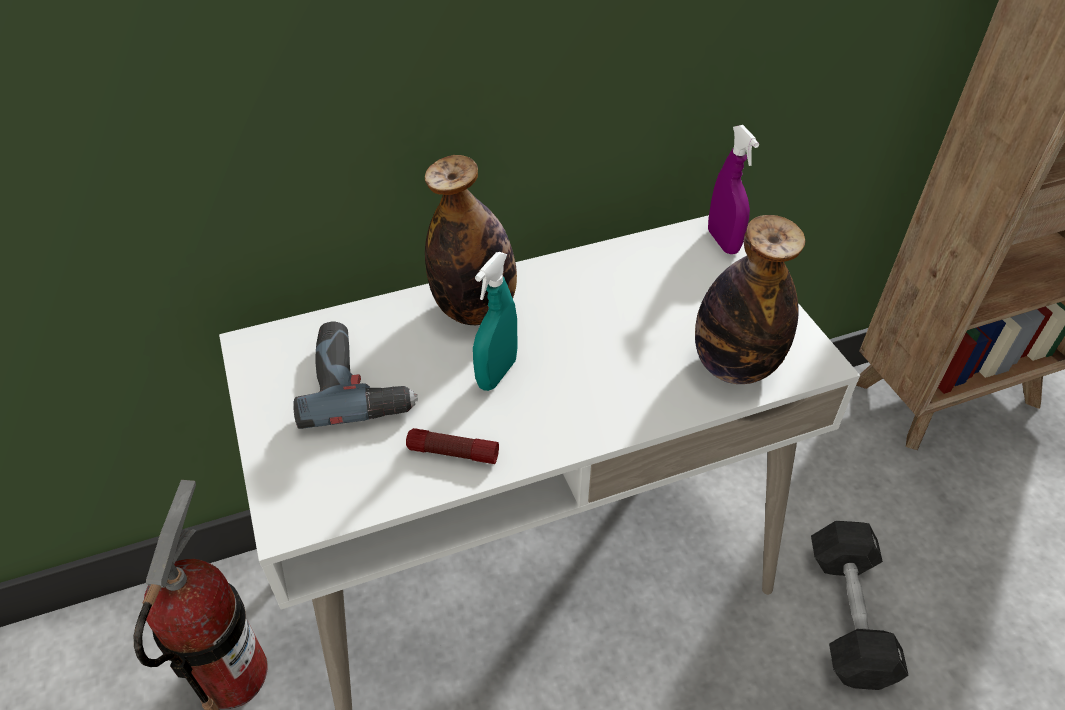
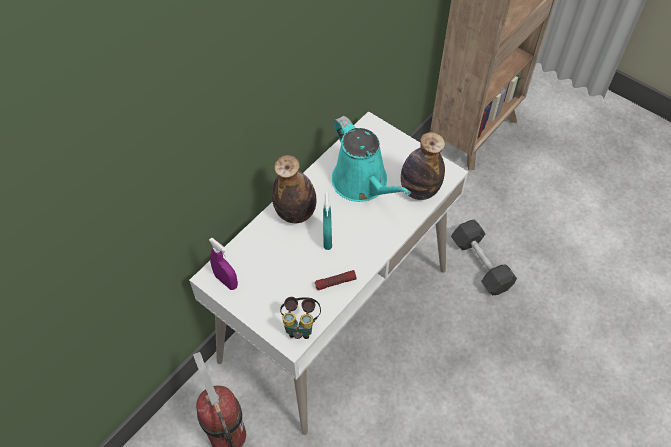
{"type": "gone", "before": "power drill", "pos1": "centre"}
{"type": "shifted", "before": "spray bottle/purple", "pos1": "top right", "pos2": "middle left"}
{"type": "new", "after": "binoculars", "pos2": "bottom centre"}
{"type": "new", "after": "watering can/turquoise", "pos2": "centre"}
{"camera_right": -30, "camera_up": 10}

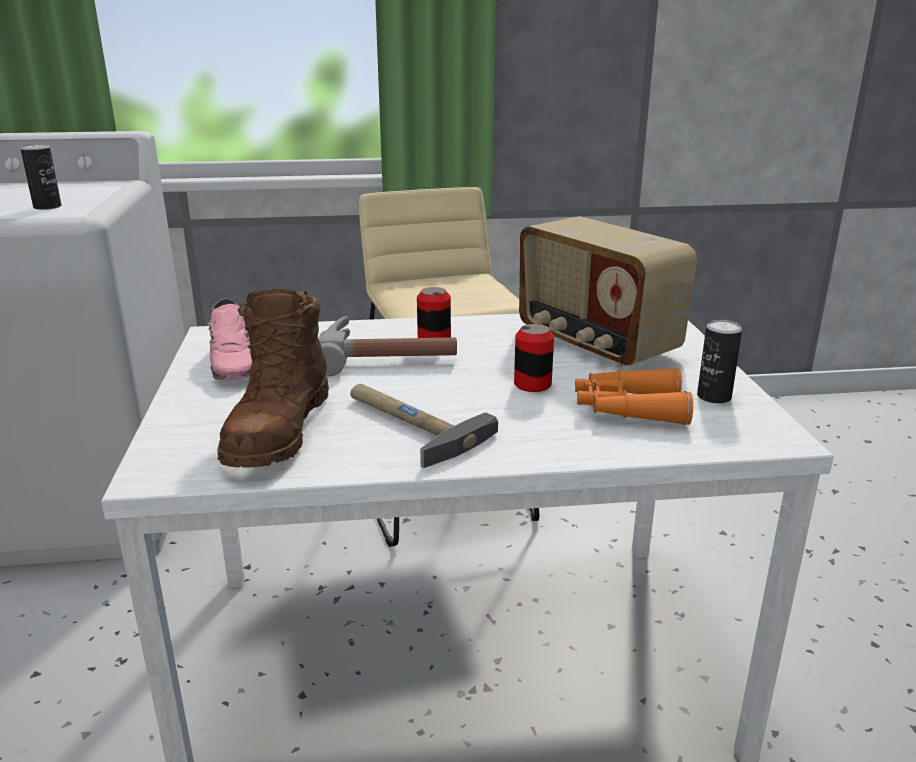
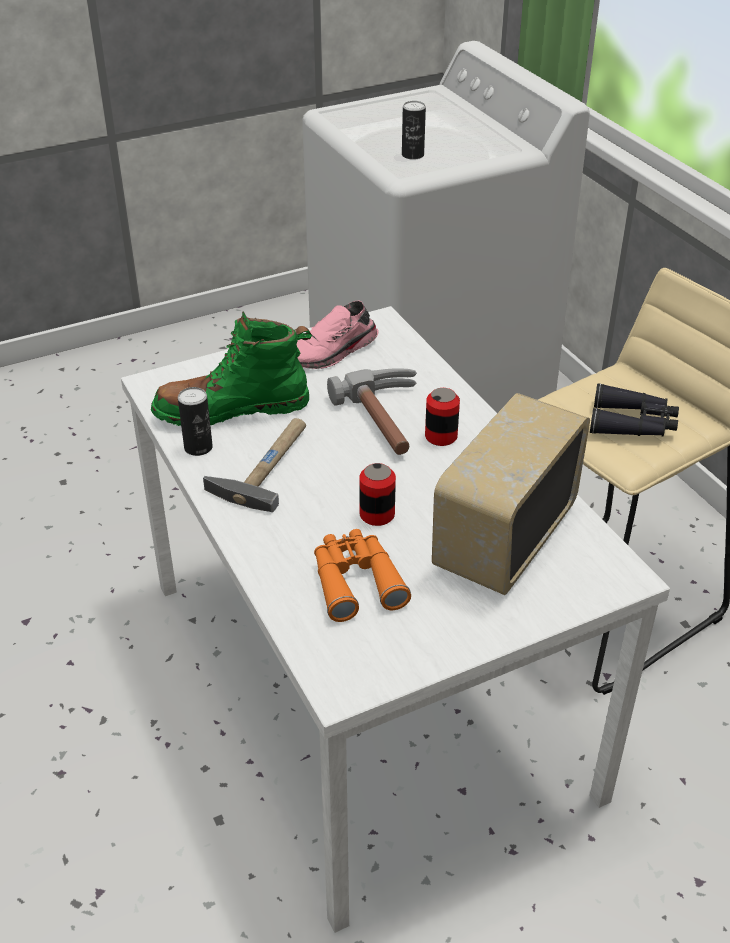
{"type": "repainted", "before": "boot/brown", "after": "boot/green", "pos1": "middle left", "pos2": "middle left"}
{"type": "shifted", "before": "can (no. 4 from left in the first image)", "after": "can (no. 1 from left)", "pos1": "middle right", "pos2": "middle left"}
{"type": "new", "after": "binoculars/black", "pos2": "middle right"}
{"camera_right": 70, "camera_up": 15}

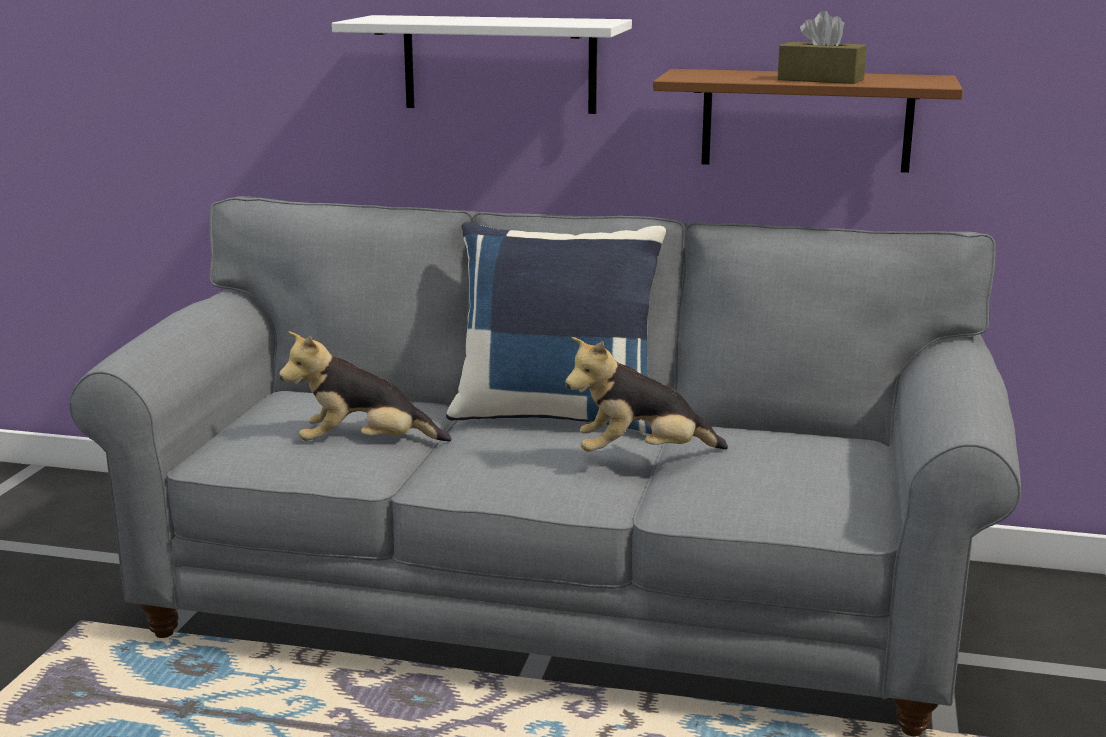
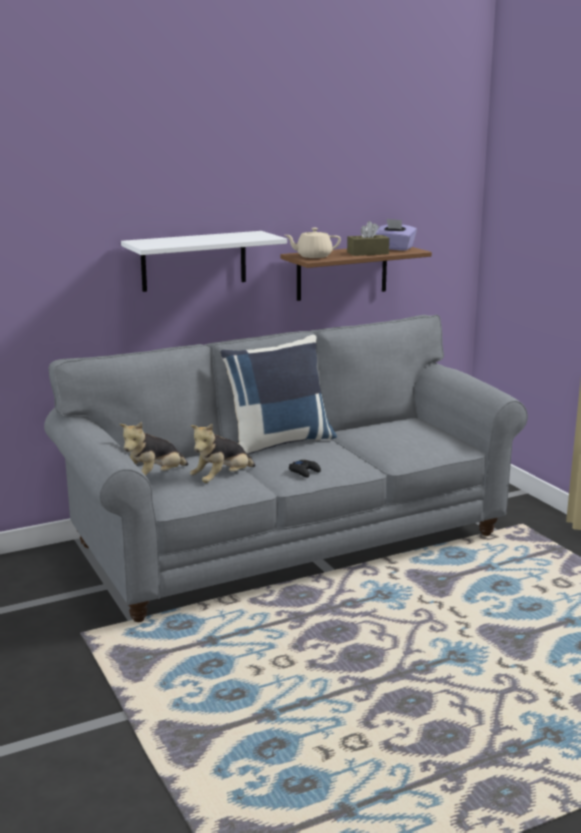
{"type": "shifted", "before": "plush toy (no. 2 from left in the first image)", "after": "plush toy (no. 1 from left)", "pos1": "centre", "pos2": "middle left"}
{"type": "new", "after": "teapot/beige", "pos2": "top centre"}
{"type": "new", "after": "game controller/black", "pos2": "centre"}
{"type": "new", "after": "tissue box/purple", "pos2": "top right"}
{"camera_right": -40, "camera_up": 0}

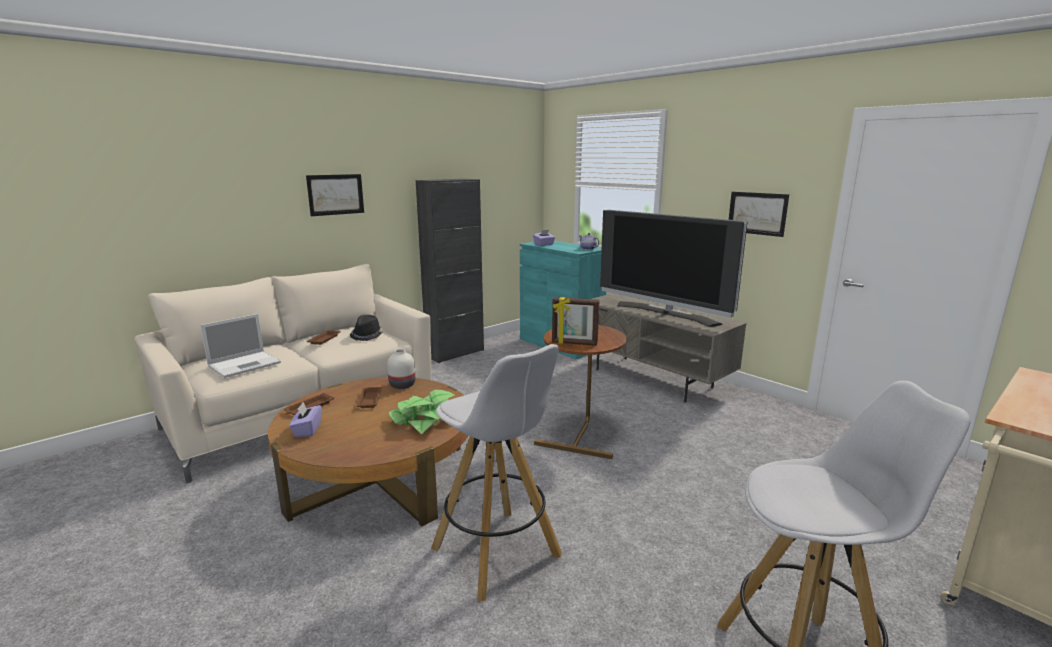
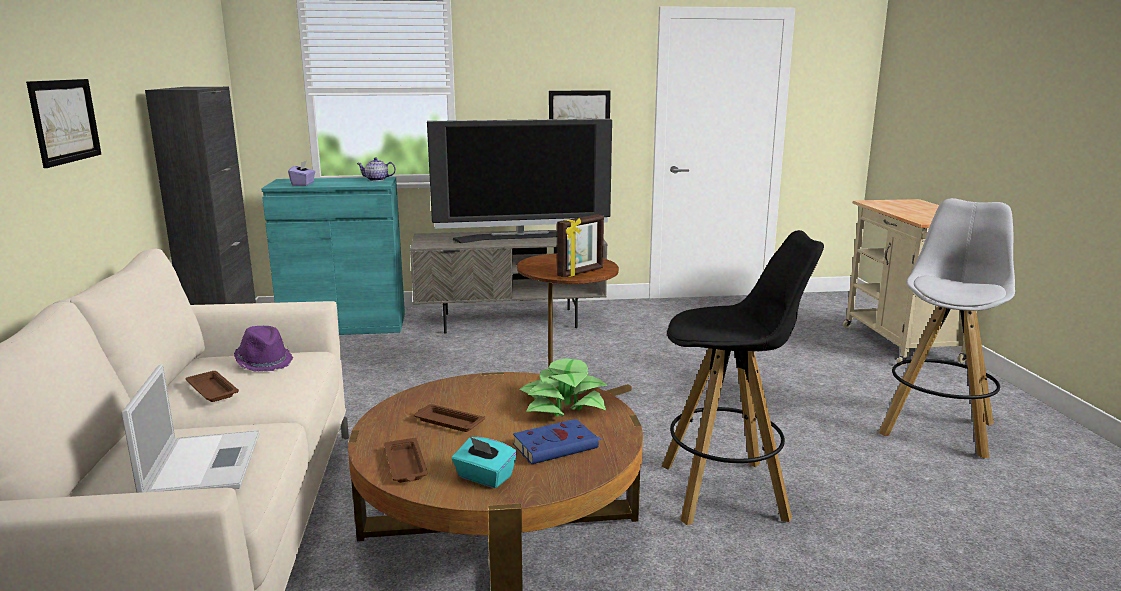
{"type": "repainted", "before": "tissue box/purple (no. 1 from left)", "after": "tissue box/turquoise", "pos1": "middle left", "pos2": "bottom centre"}
{"type": "repainted", "before": "hat/black", "after": "hat/purple", "pos1": "centre", "pos2": "middle left"}
{"type": "gone", "before": "vase/white", "pos1": "centre"}
{"type": "repainted", "before": "stool/white (no. 1 from left)", "after": "stool/black", "pos1": "bottom centre", "pos2": "centre"}
{"type": "new", "after": "book/blue", "pos2": "bottom centre"}
{"camera_right": -55, "camera_up": 0}

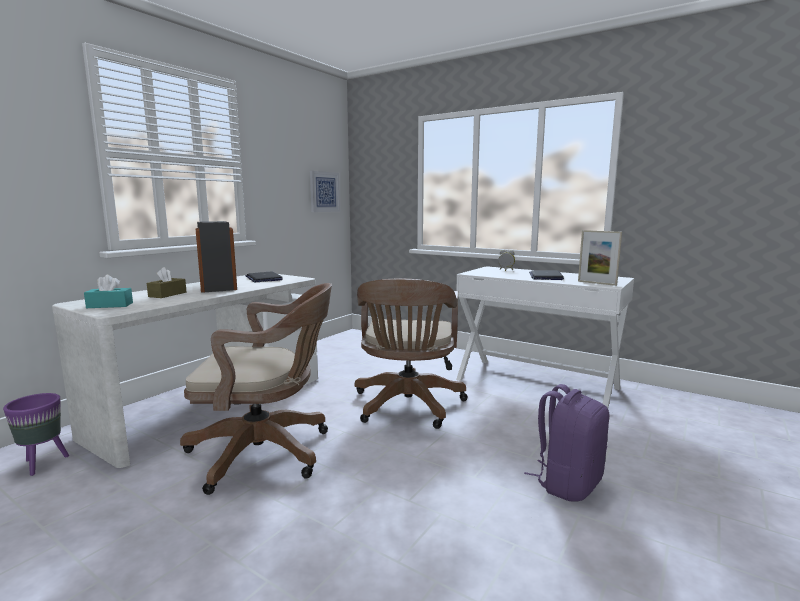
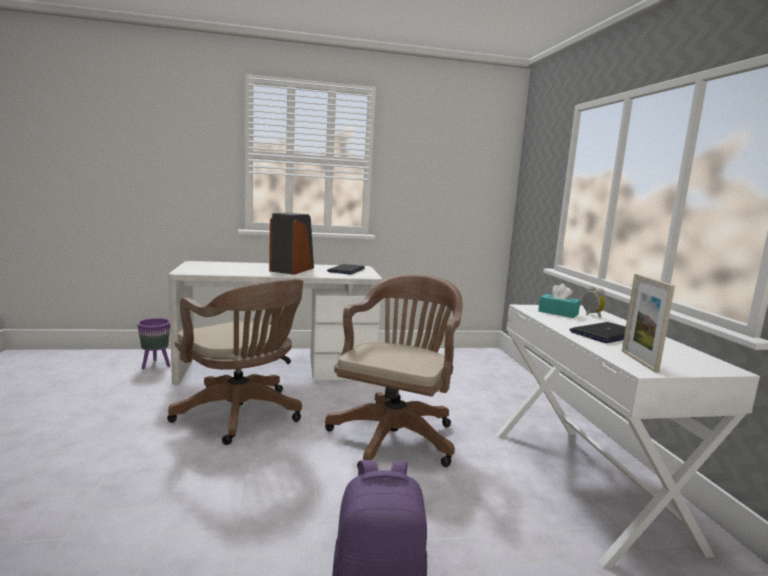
{"type": "shifted", "before": "tissue box/turquoise", "pos1": "middle left", "pos2": "middle right"}
{"type": "gone", "before": "tissue box/brown", "pos1": "middle left"}
{"type": "gone", "before": "picture", "pos1": "top centre"}
{"type": "rotated", "before": "office chair/brown (no. 2 from left)", "pos1": "centre", "pos2": "centre", "turn": 150}
{"camera_right": 45, "camera_up": 0}

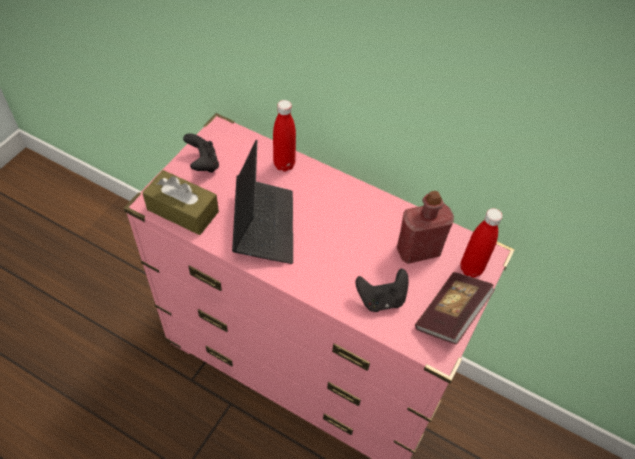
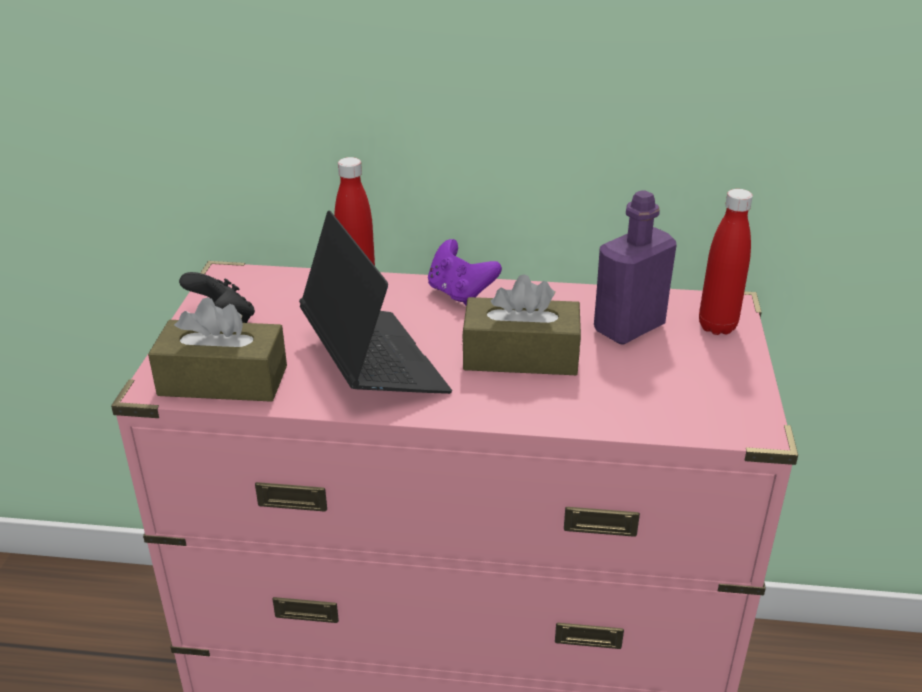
{"type": "gone", "before": "game controller/black (no. 2 from left)", "pos1": "centre"}
{"type": "repainted", "before": "bottle/red (no. 2 from left)", "after": "bottle/purple", "pos1": "middle right", "pos2": "middle right"}
{"type": "gone", "before": "book", "pos1": "bottom right"}
{"type": "new", "after": "game controller/purple", "pos2": "centre"}
{"type": "new", "after": "tissue box/brown (no. 2 from left)", "pos2": "centre"}
{"camera_right": -20, "camera_up": -20}

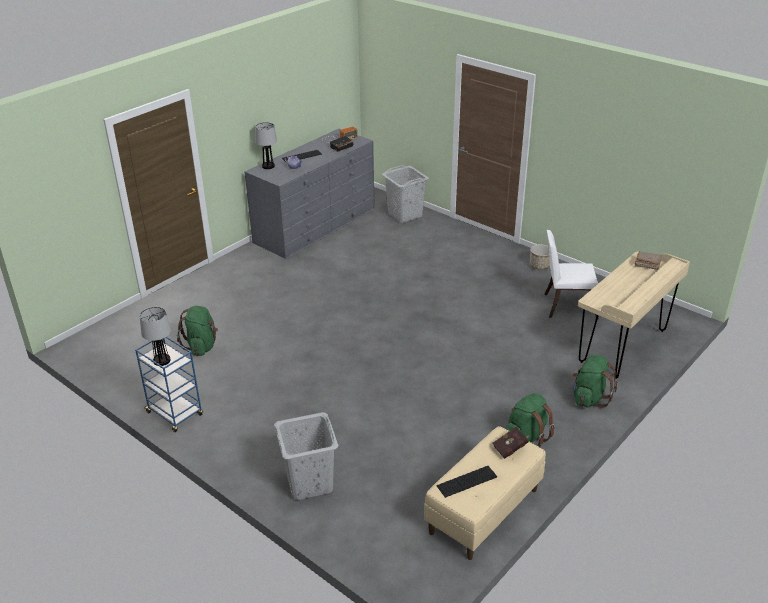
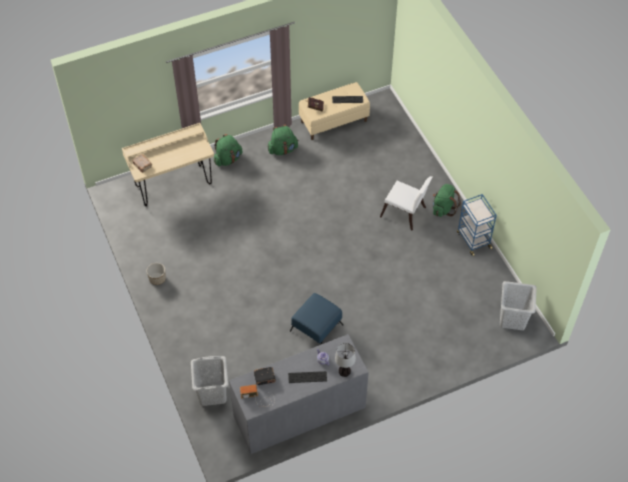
{"type": "gone", "before": "table lamp (no. 1 from left)", "pos1": "middle left"}
{"type": "shifted", "before": "backpack/green (no. 1 from left in the first image)", "after": "backpack/green (no. 3 from left)", "pos1": "middle left", "pos2": "middle right"}
{"type": "shifted", "before": "laundry basket/grey (no. 1 from left in the first image)", "after": "laundry basket/grey (no. 2 from left)", "pos1": "bottom centre", "pos2": "middle right"}
{"type": "shifted", "before": "chair/white", "pos1": "middle right", "pos2": "centre"}
{"type": "new", "after": "ottoman/blue", "pos2": "centre"}
{"camera_right": -155, "camera_up": 20}

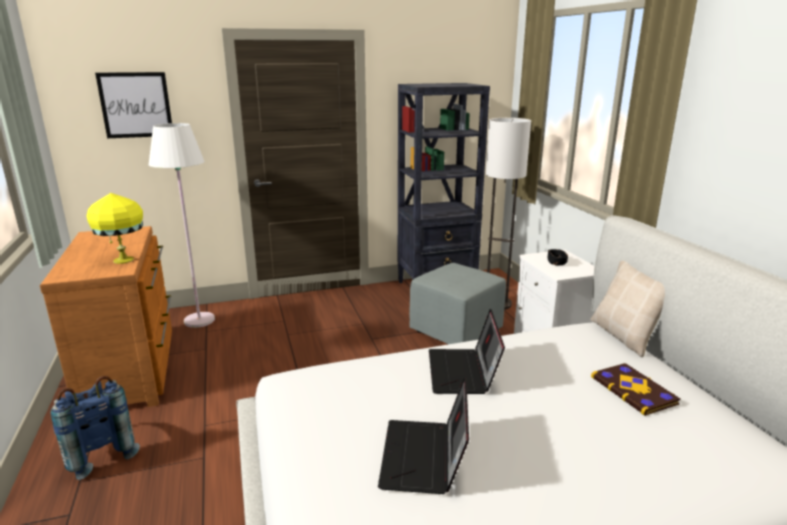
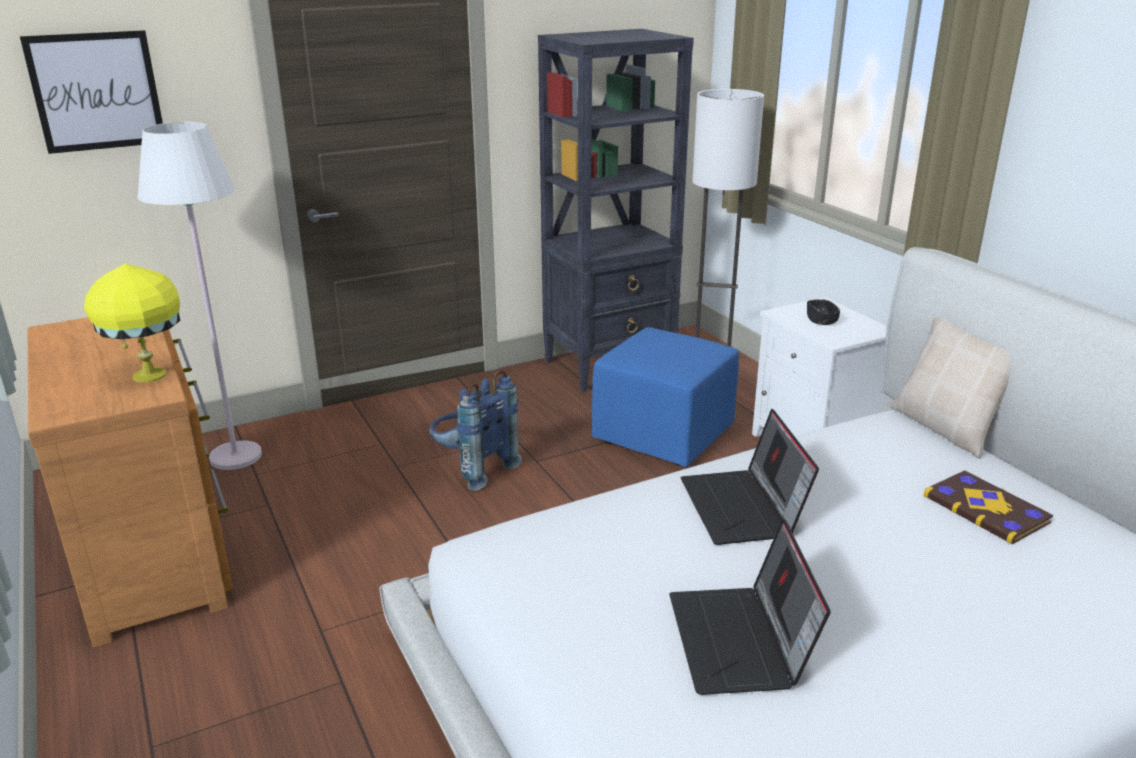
{"type": "shifted", "before": "backpack/blue", "pos1": "bottom left", "pos2": "centre"}
{"type": "repainted", "before": "ottoman/grey", "after": "ottoman/blue", "pos1": "centre", "pos2": "centre"}
{"camera_right": -10, "camera_up": 5}

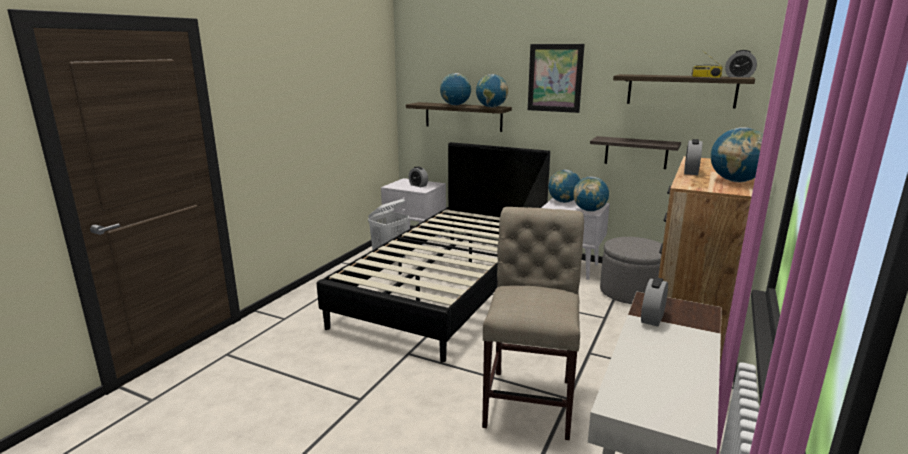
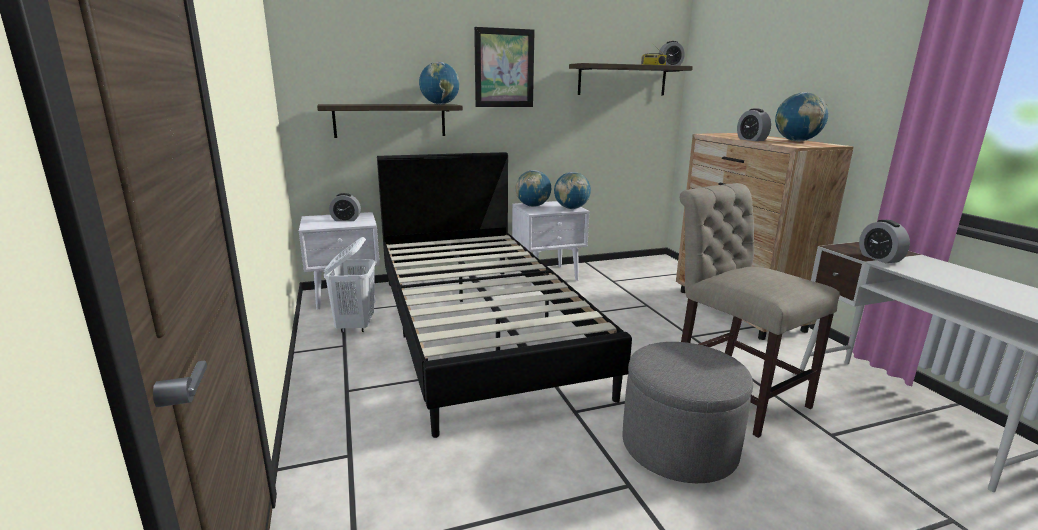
{"type": "gone", "before": "globe (no. 1 from left)", "pos1": "top centre"}
{"type": "gone", "before": "shelf (no. 2 from left)", "pos1": "middle right"}
{"type": "shifted", "before": "ottoman/grey", "pos1": "middle right", "pos2": "bottom centre"}
{"camera_right": -45, "camera_up": 0}

